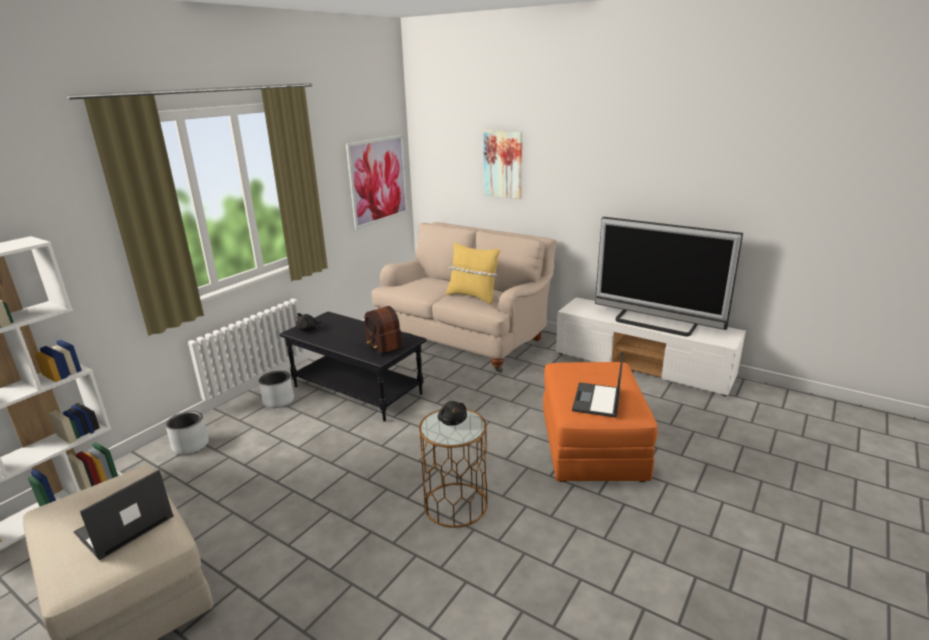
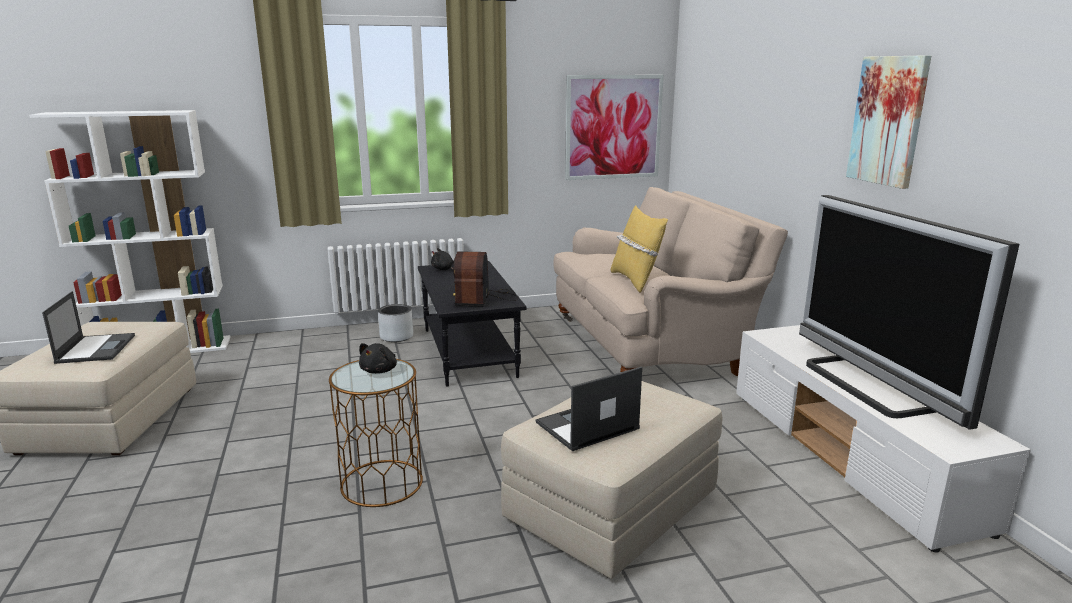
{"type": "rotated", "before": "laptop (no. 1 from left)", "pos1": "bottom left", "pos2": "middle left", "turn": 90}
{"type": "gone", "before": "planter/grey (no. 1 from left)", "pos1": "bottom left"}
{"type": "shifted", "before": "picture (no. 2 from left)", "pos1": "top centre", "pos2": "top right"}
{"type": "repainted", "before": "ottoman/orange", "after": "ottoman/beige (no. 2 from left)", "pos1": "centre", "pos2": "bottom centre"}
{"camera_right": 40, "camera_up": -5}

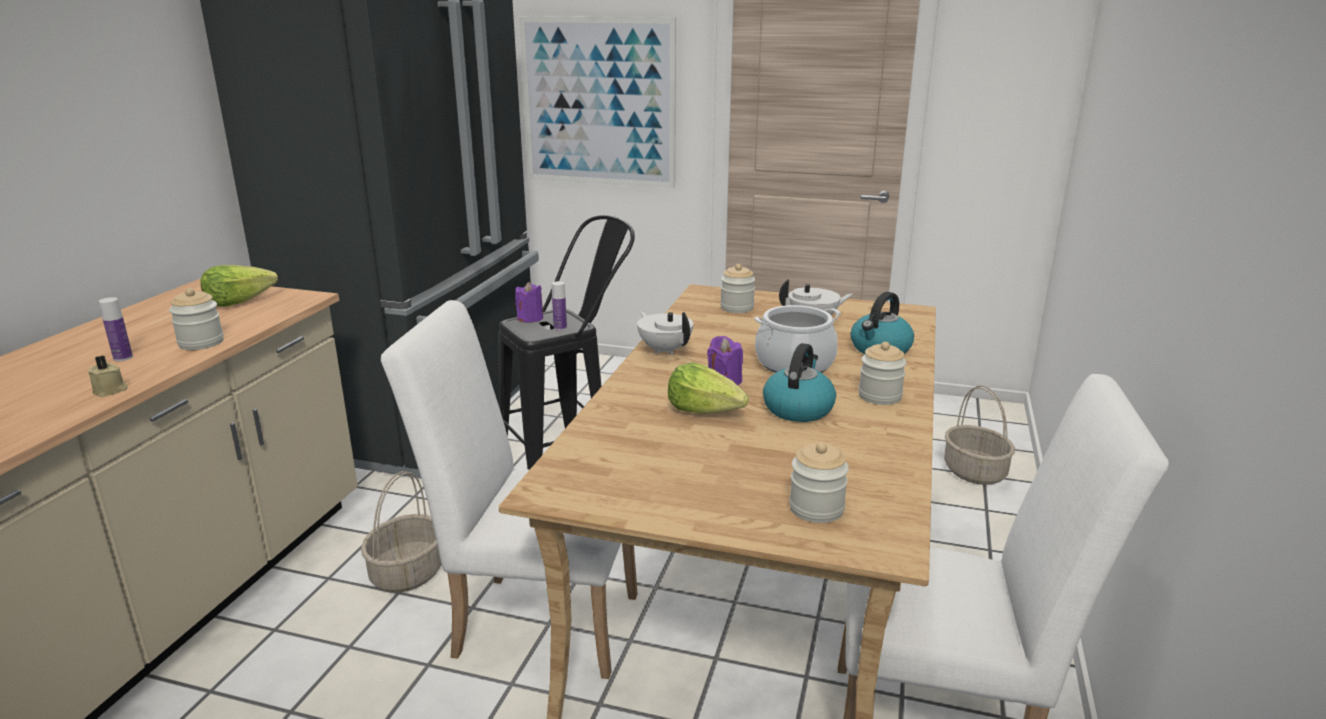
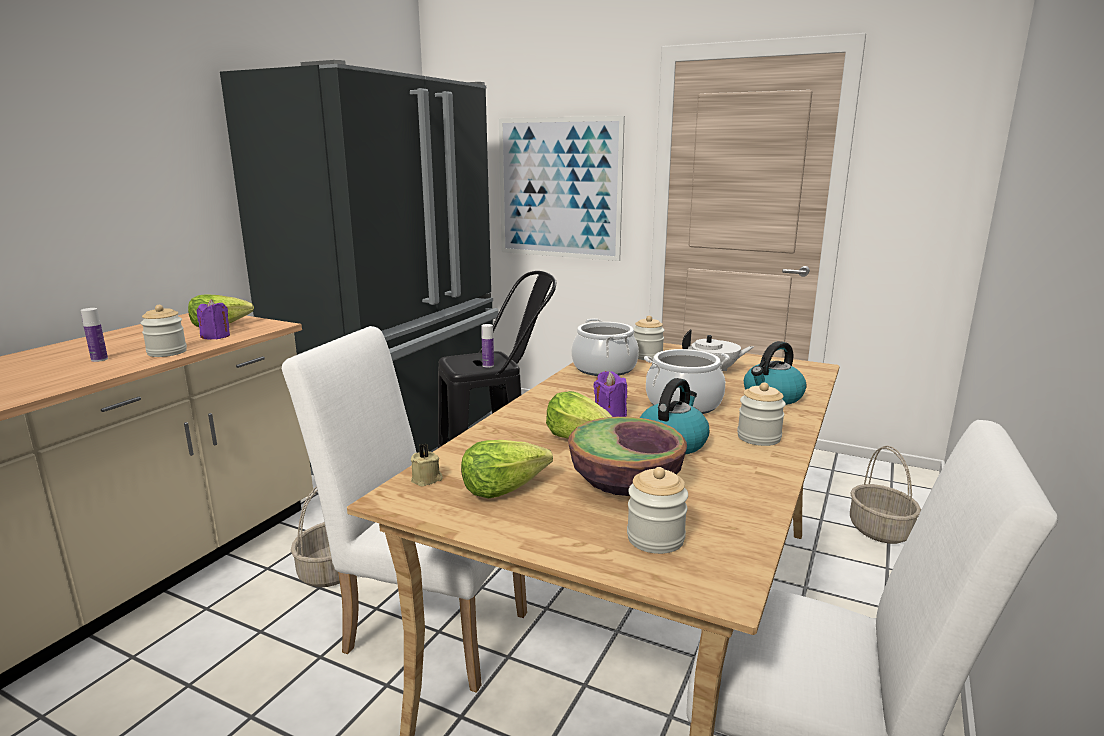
{"type": "shifted", "before": "candle/beige", "pos1": "middle left", "pos2": "centre"}
{"type": "shifted", "before": "candle/purple (no. 1 from left)", "pos1": "centre", "pos2": "middle left"}
{"type": "gone", "before": "teapot/white (no. 1 from left)", "pos1": "centre"}
{"type": "new", "after": "lettuce (no. 2 from left)", "pos2": "centre"}
{"type": "new", "after": "bowl", "pos2": "centre"}
{"type": "new", "after": "cooking pot (no. 1 from left)", "pos2": "centre"}
{"camera_right": 10, "camera_up": -5}

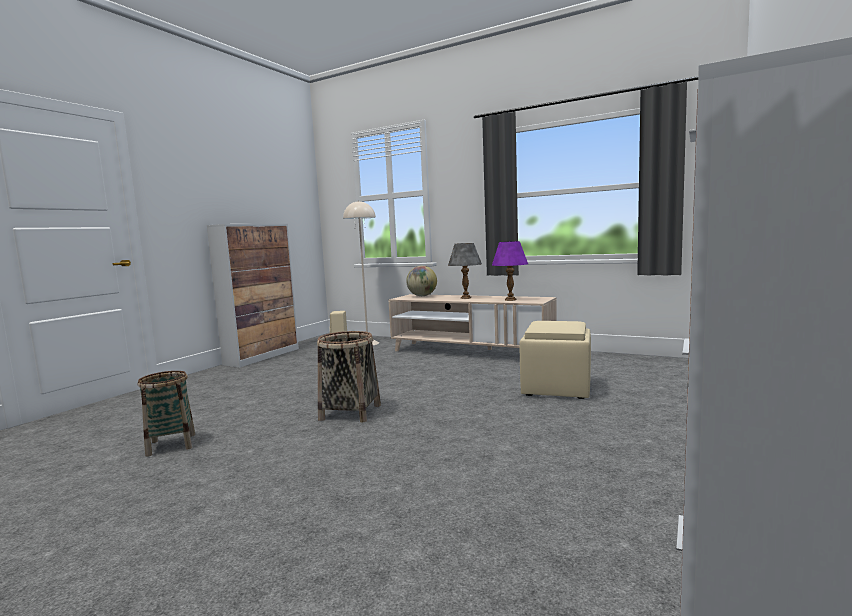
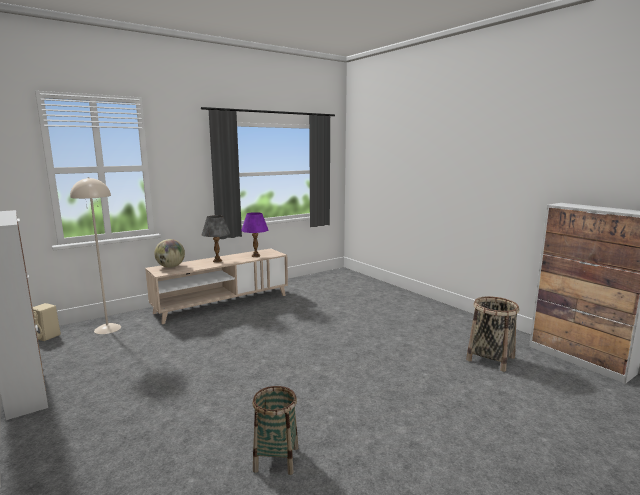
{"type": "shifted", "before": "basket (no. 2 from left)", "pos1": "centre", "pos2": "bottom right"}
{"type": "gone", "before": "ottoman/beige", "pos1": "centre"}
{"camera_right": -65, "camera_up": 5}

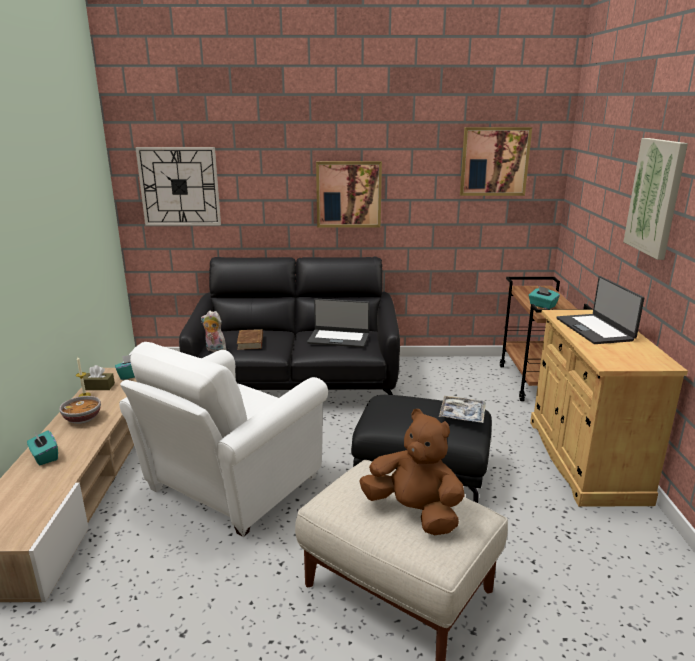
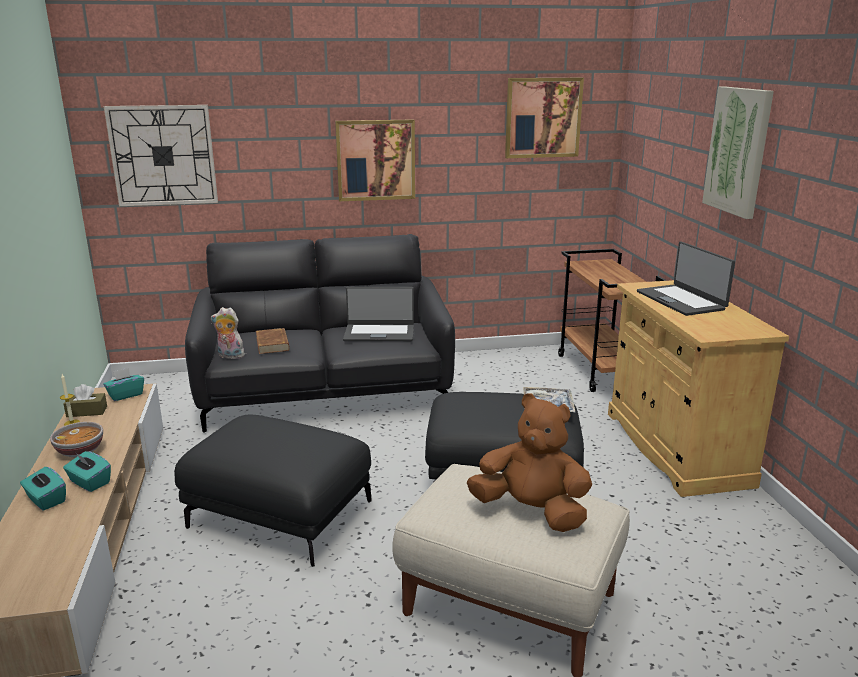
{"type": "swapped", "before": "armchair/white", "after": "ottoman/black (no. 1 from left)", "pos1": "middle left", "pos2": "bottom left"}
{"type": "shifted", "before": "tissue box/turquoise (no. 3 from left in the first image)", "after": "tissue box/turquoise (no. 2 from left)", "pos1": "middle right", "pos2": "bottom left"}
{"camera_right": -10, "camera_up": 0}

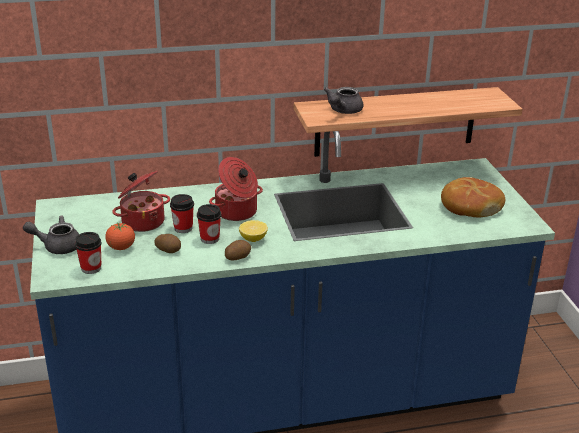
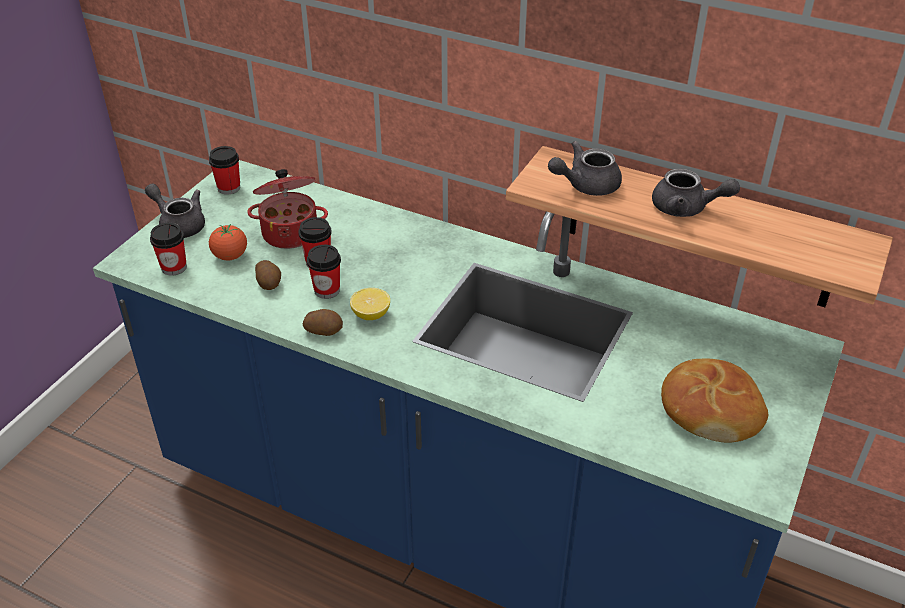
{"type": "gone", "before": "cooking pot (no. 2 from left)", "pos1": "centre"}
{"type": "new", "after": "cup (no. 2 from left)", "pos2": "top left"}
{"type": "new", "after": "teapot/grey (no. 3 from left)", "pos2": "top right"}
{"camera_right": 40, "camera_up": 10}

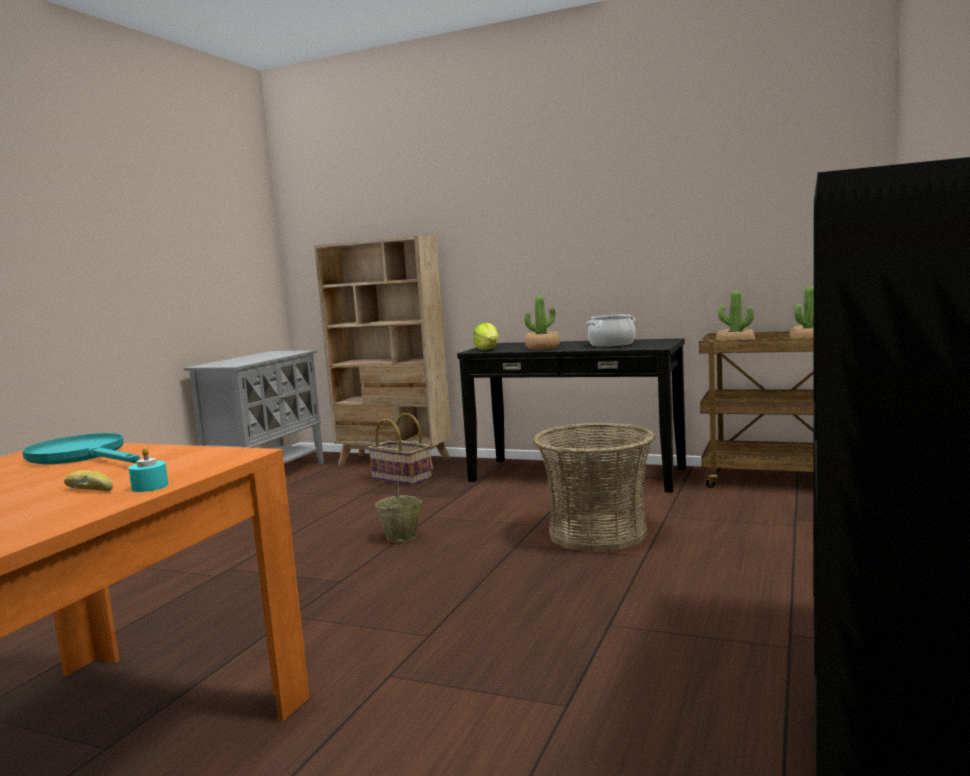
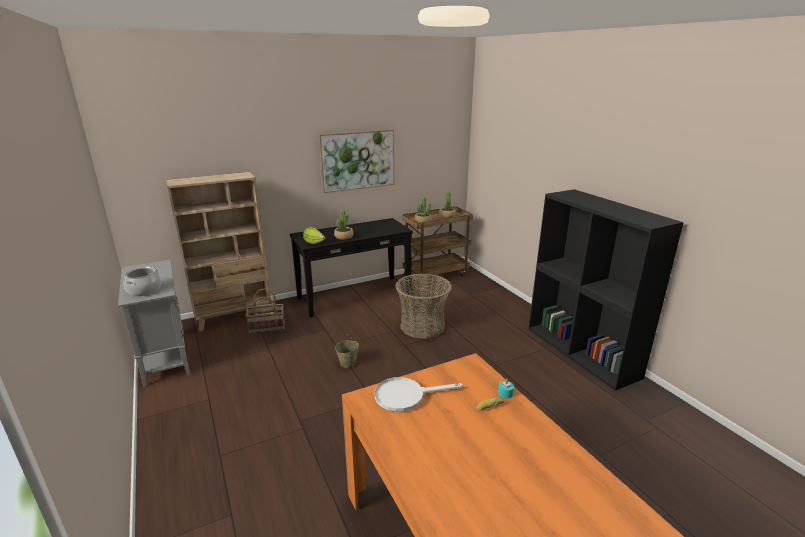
{"type": "repainted", "before": "frying pan/turquoise", "after": "frying pan/white", "pos1": "middle left", "pos2": "bottom centre"}
{"type": "shifted", "before": "cooking pot", "pos1": "centre", "pos2": "middle left"}
{"type": "new", "after": "picture", "pos2": "top centre"}
{"camera_right": -50, "camera_up": 15}

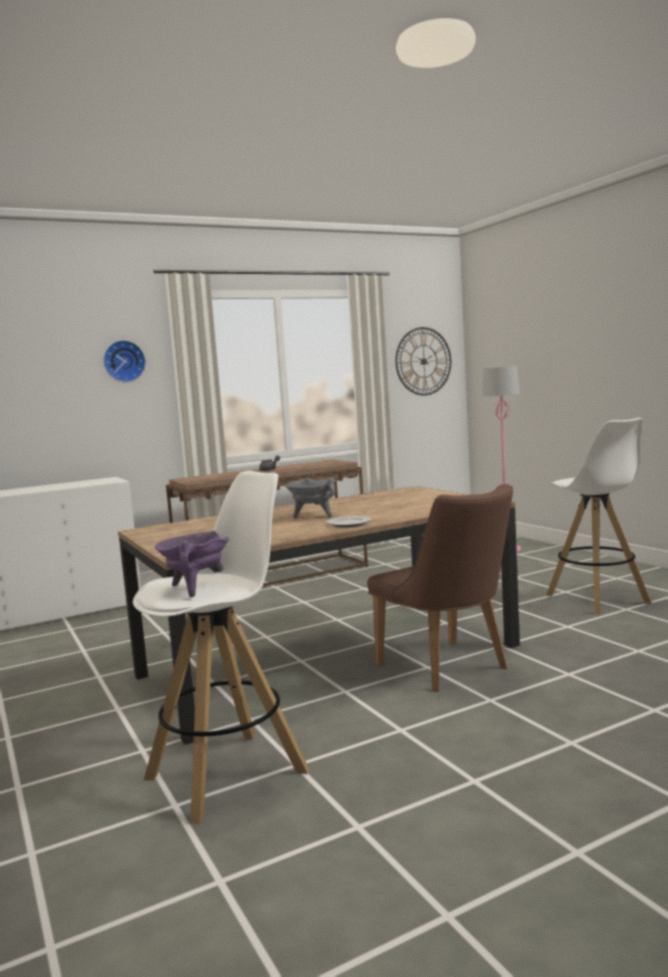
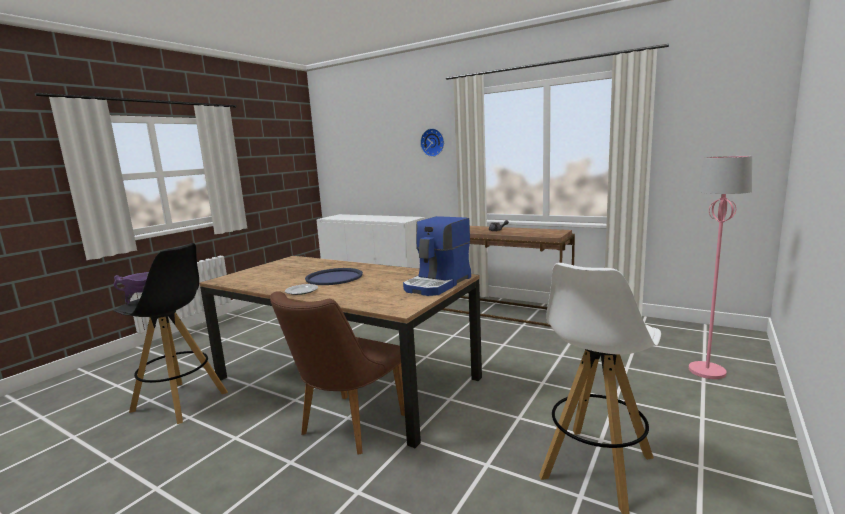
{"type": "repainted", "before": "stool/white (no. 1 from left)", "after": "stool/black", "pos1": "middle left", "pos2": "middle left"}
{"type": "swapped", "before": "cooking pot/grey", "after": "tray/blue", "pos1": "centre", "pos2": "centre"}
{"type": "gone", "before": "wall clock (no. 2 from left)", "pos1": "centre"}
{"type": "new", "after": "coffee machine", "pos2": "centre"}
{"camera_right": 60, "camera_up": 5}

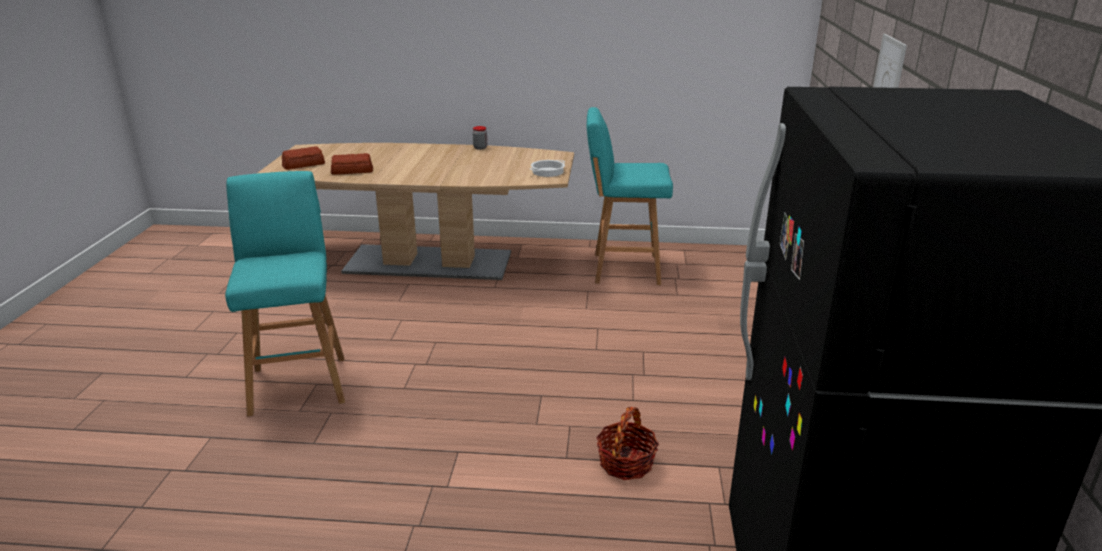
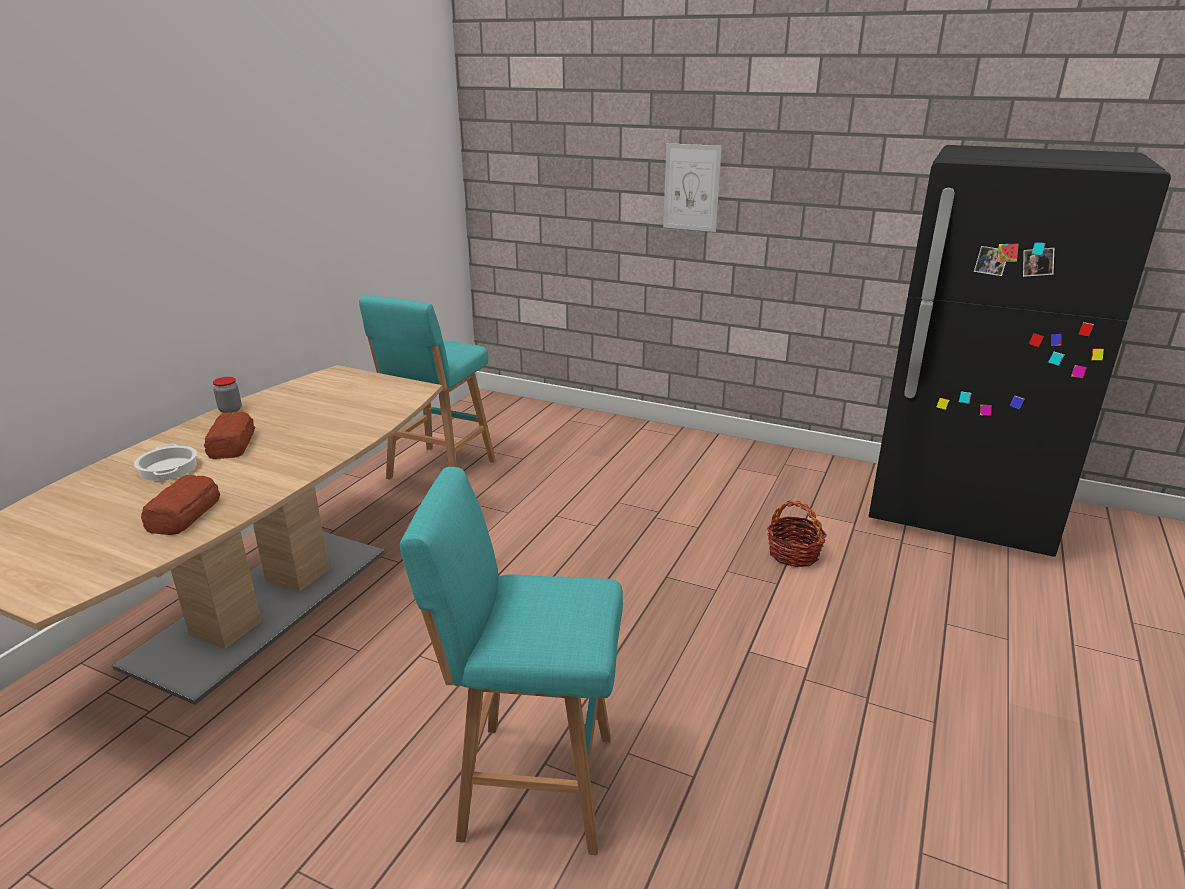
{"type": "shifted", "before": "bread (no. 1 from left in the first image)", "after": "bread (no. 2 from left)", "pos1": "top left", "pos2": "middle left"}
{"type": "shifted", "before": "cooking pot", "pos1": "top centre", "pos2": "middle left"}
{"camera_right": -70, "camera_up": 0}

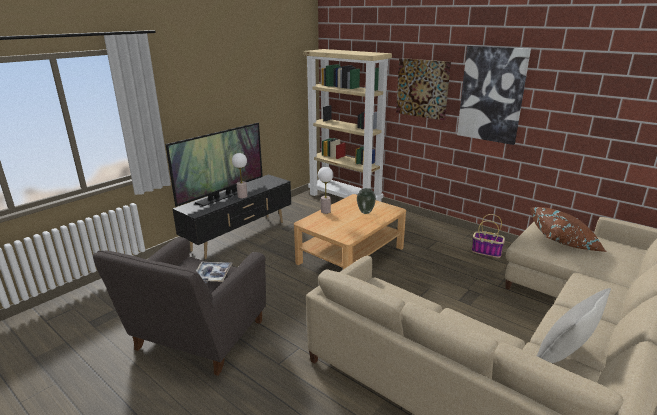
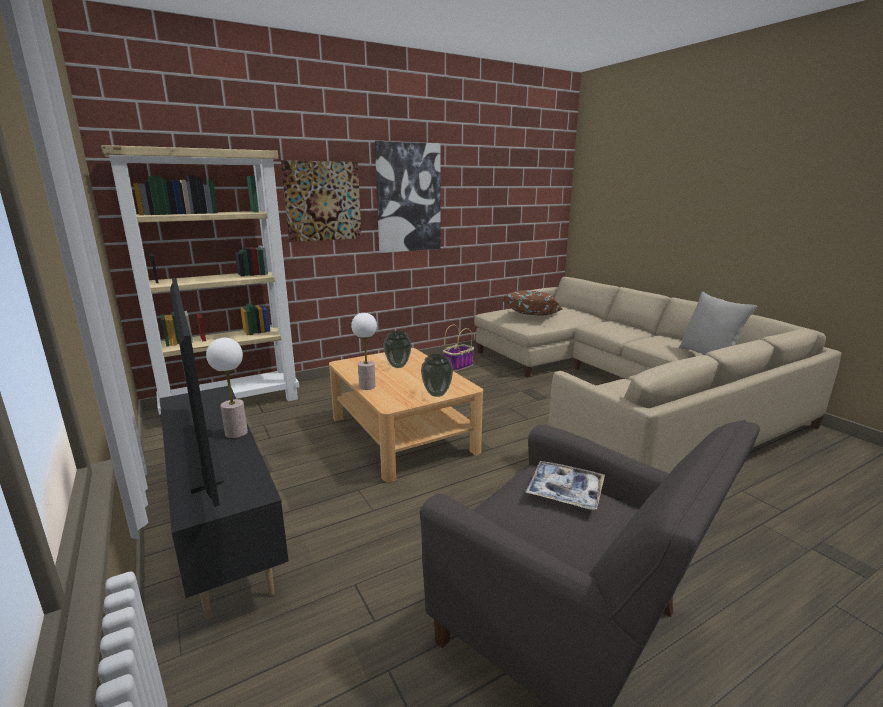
{"type": "new", "after": "vase (no. 2 from left)", "pos2": "centre"}
{"camera_right": -70, "camera_up": -5}

